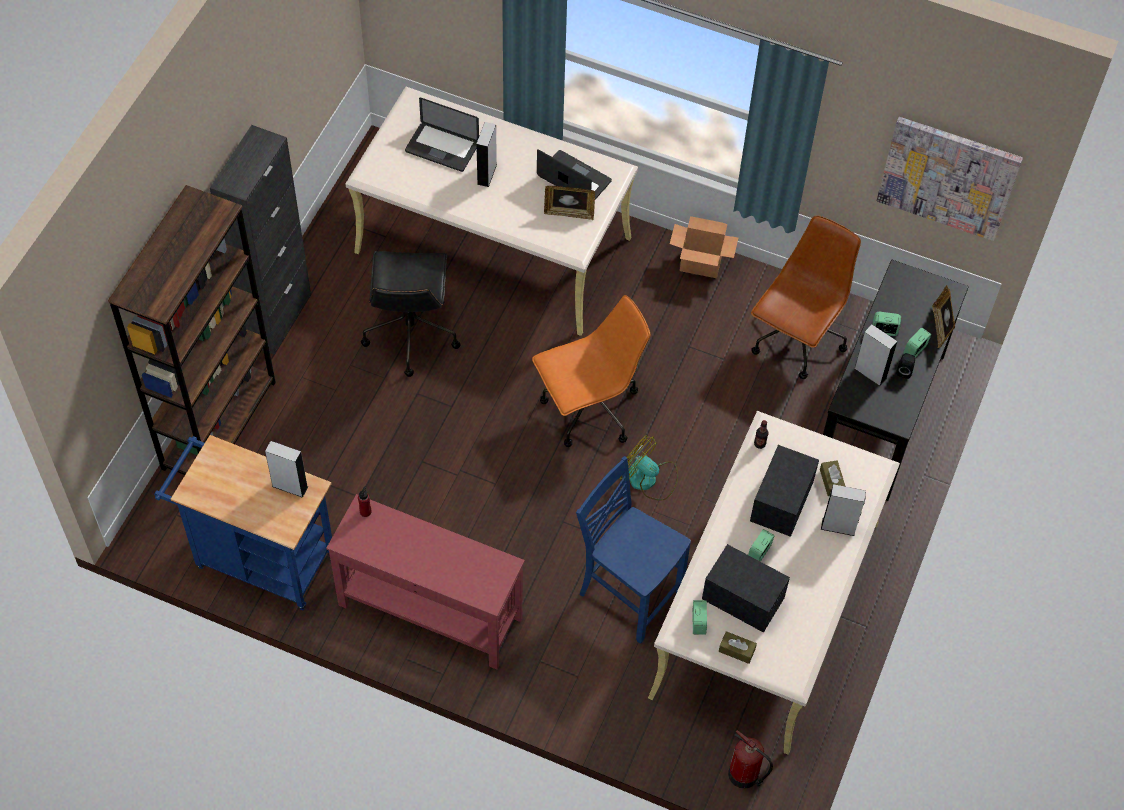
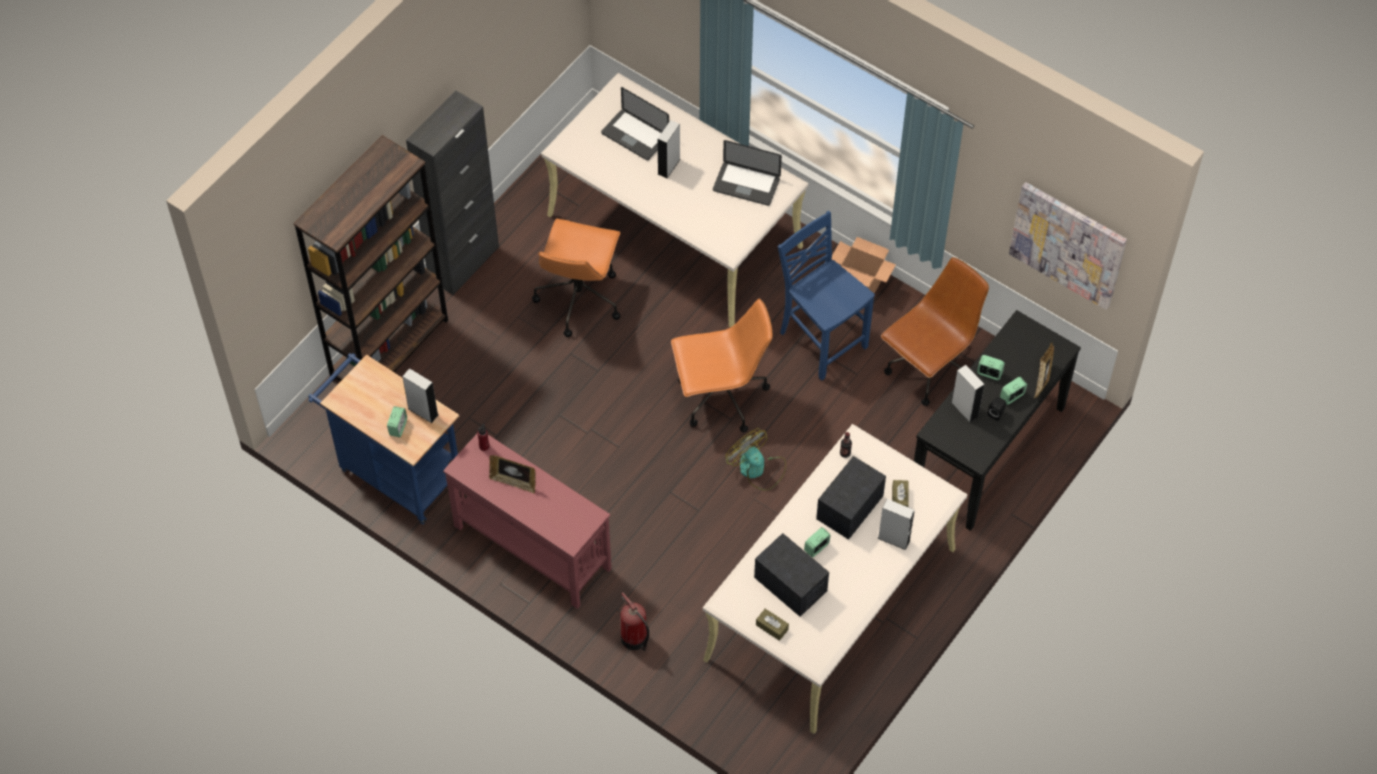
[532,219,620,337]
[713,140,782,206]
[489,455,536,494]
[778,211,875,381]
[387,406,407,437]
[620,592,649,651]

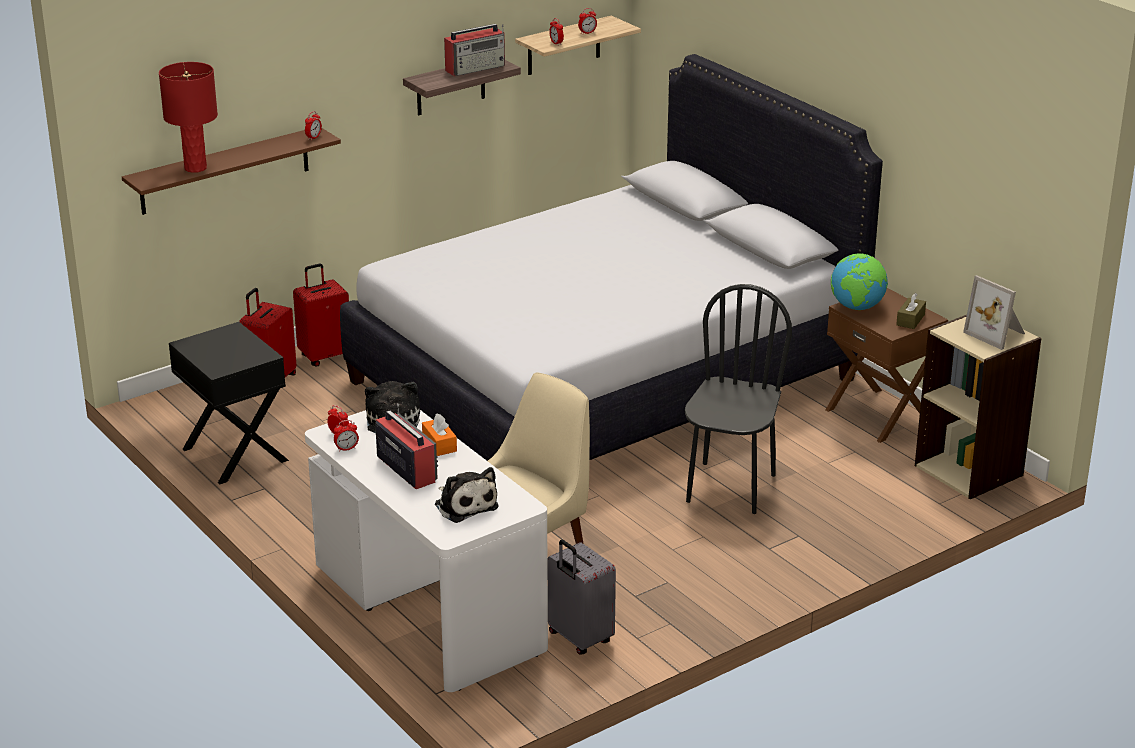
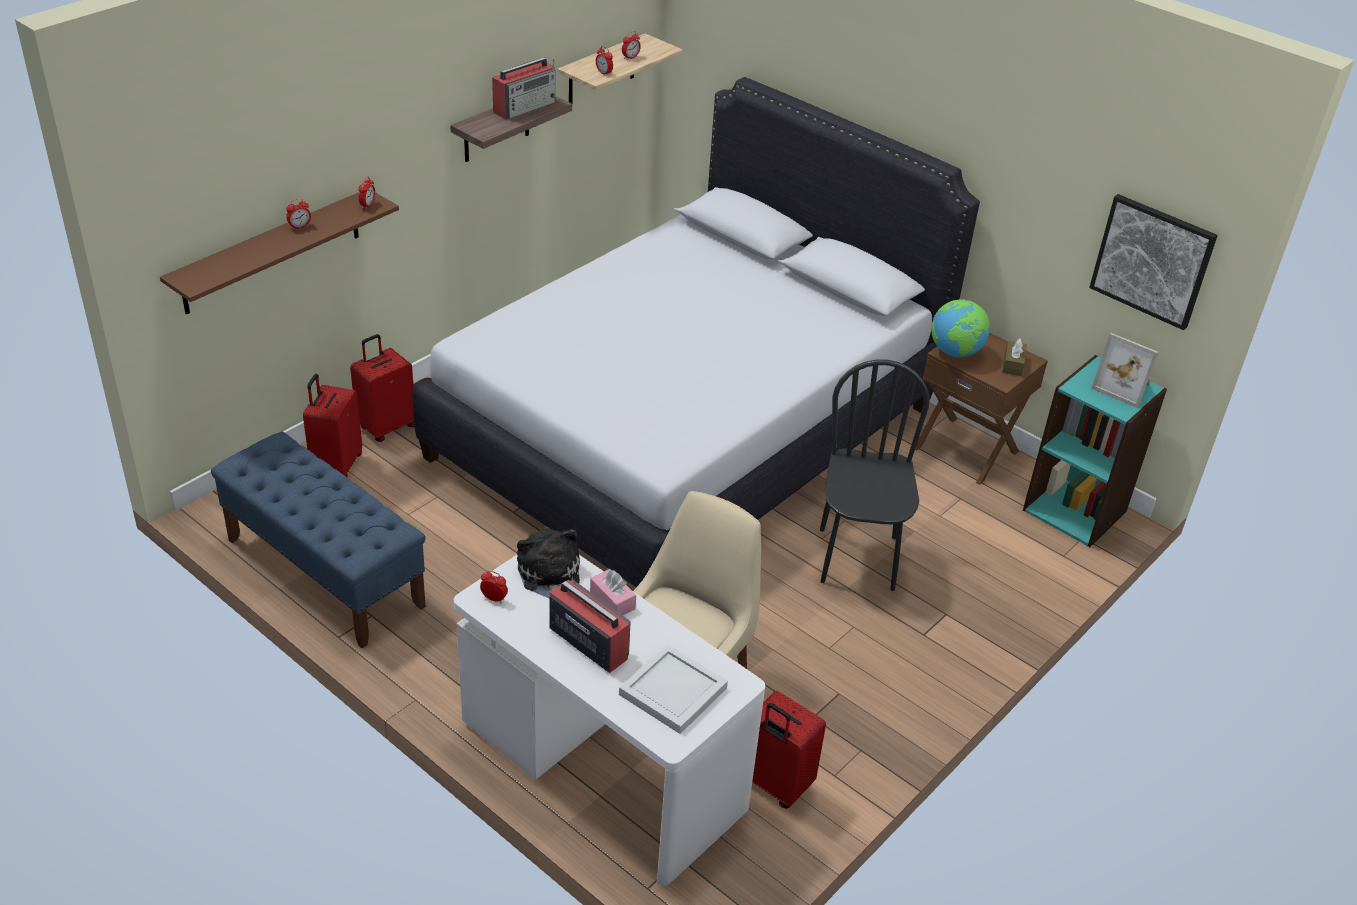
[159,62,218,173] (first image)
[211,432,426,649]
[286,198,311,230]
[590,569,636,615]
[619,644,728,734]
[752,691,826,809]
[1023,355,1167,547]
[1089,194,1218,330]

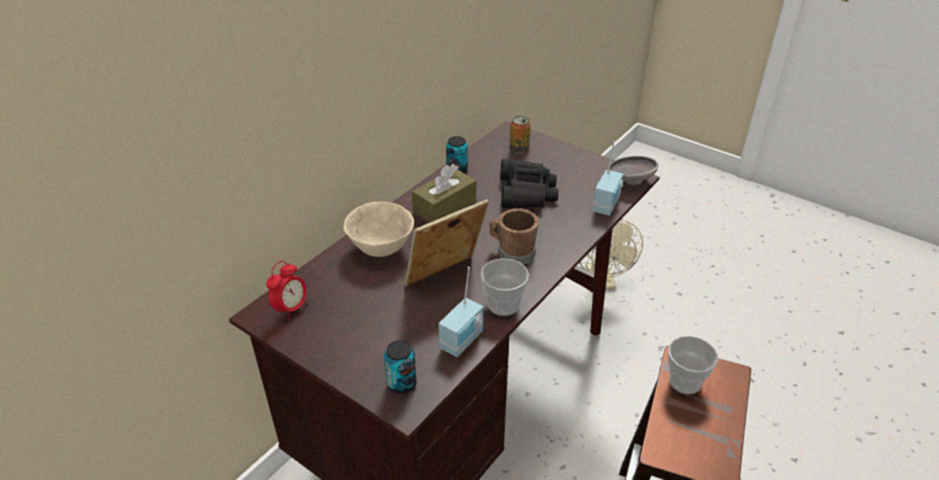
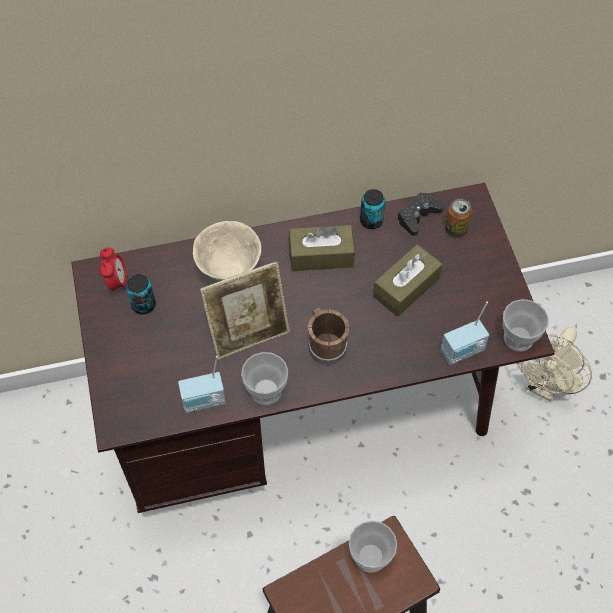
[100,247,127,292]
[126,274,156,314]
[200,261,290,360]
[373,244,442,317]
[503,299,549,351]
[397,192,444,236]

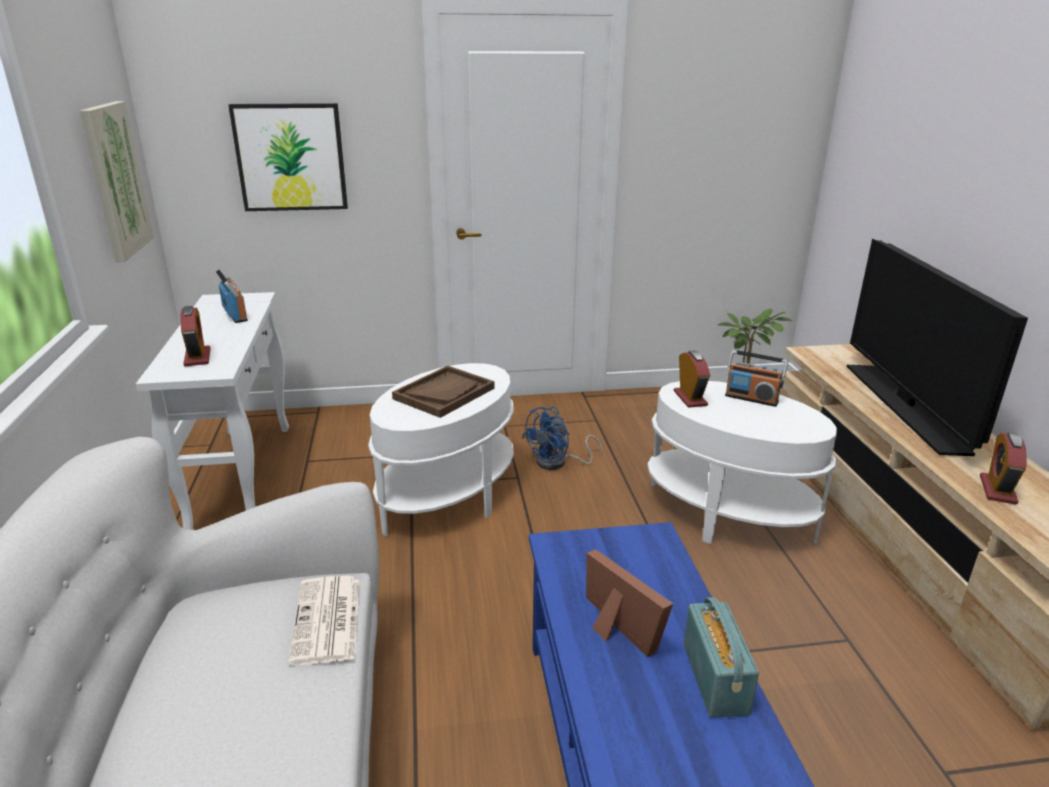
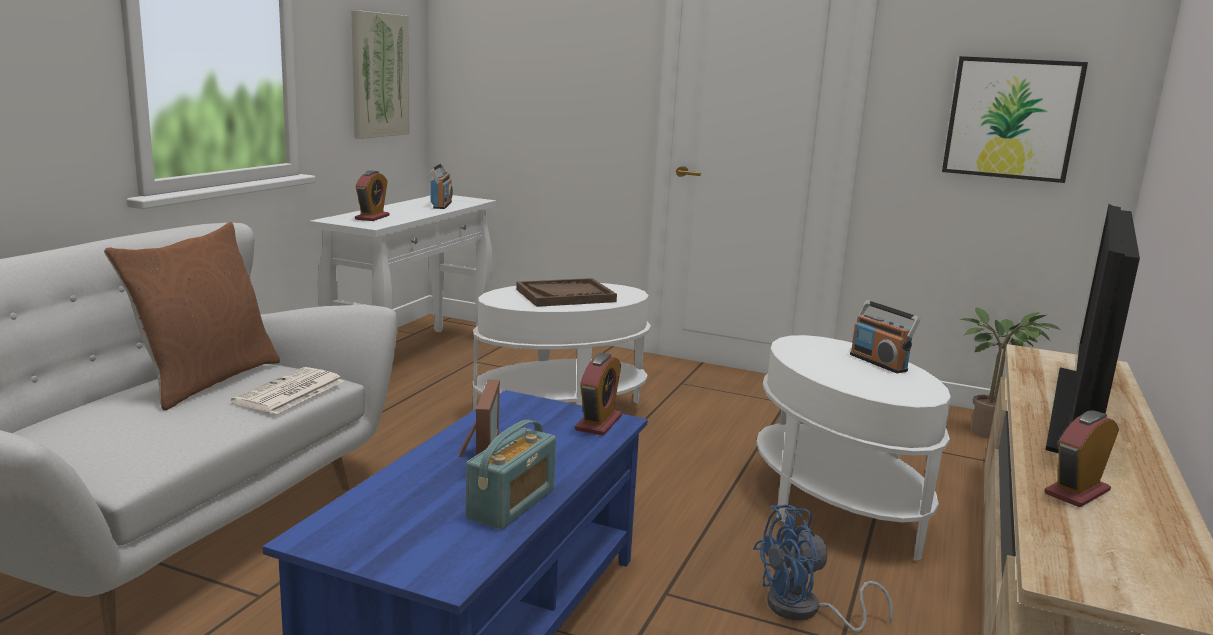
[942,56,1088,183]
[753,505,893,632]
[575,353,622,436]
[104,222,280,410]

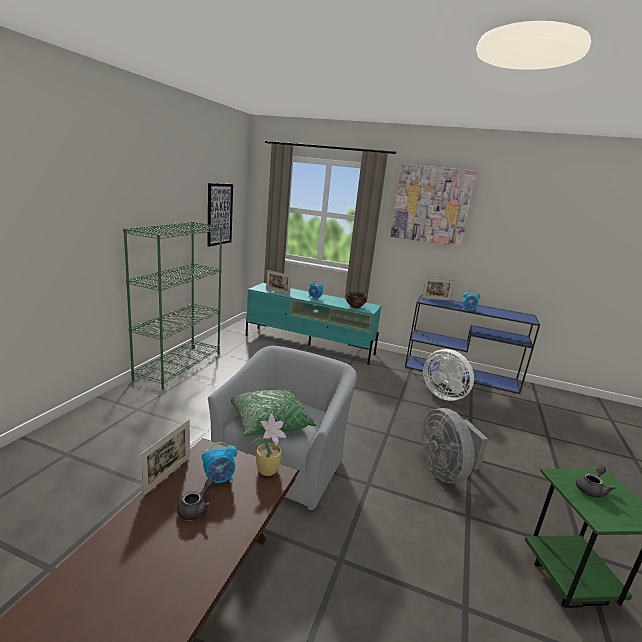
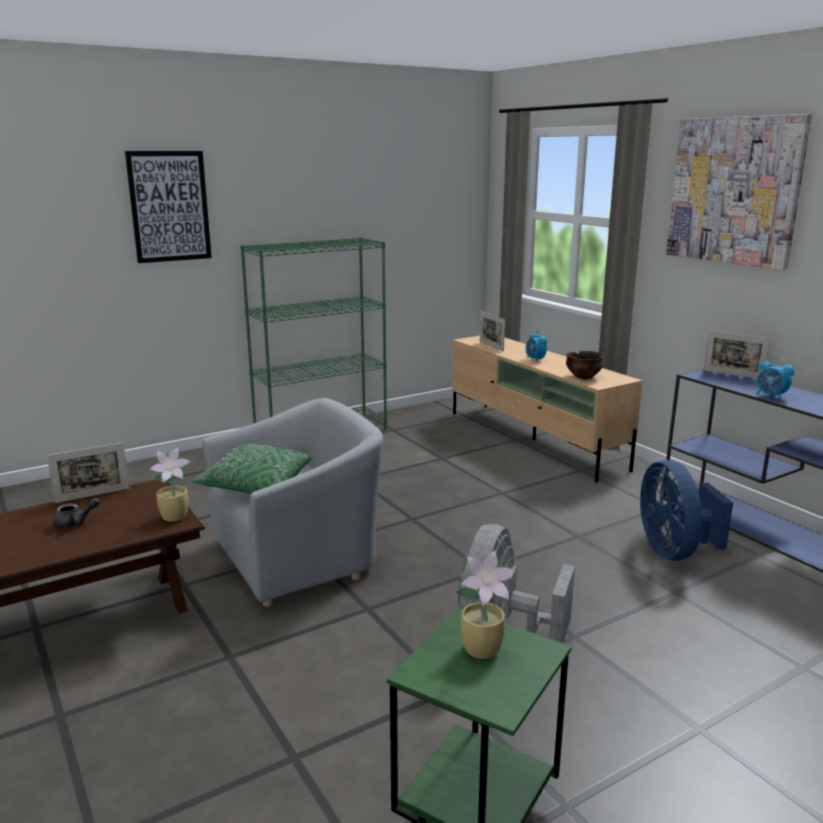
[202,442,237,483] (first image)
[125,151,212,263]
[452,336,643,482]
[640,460,733,561]
[455,551,514,659]

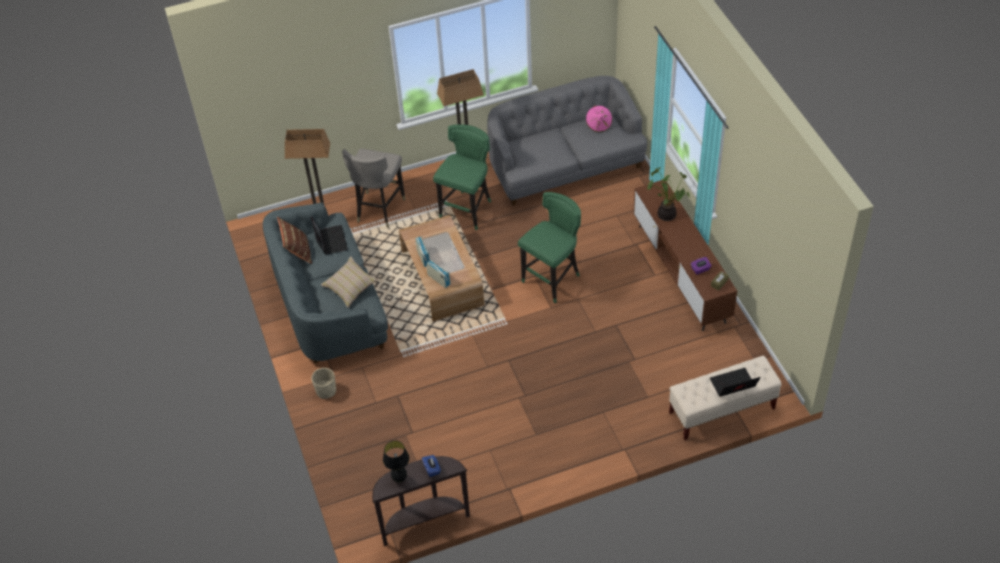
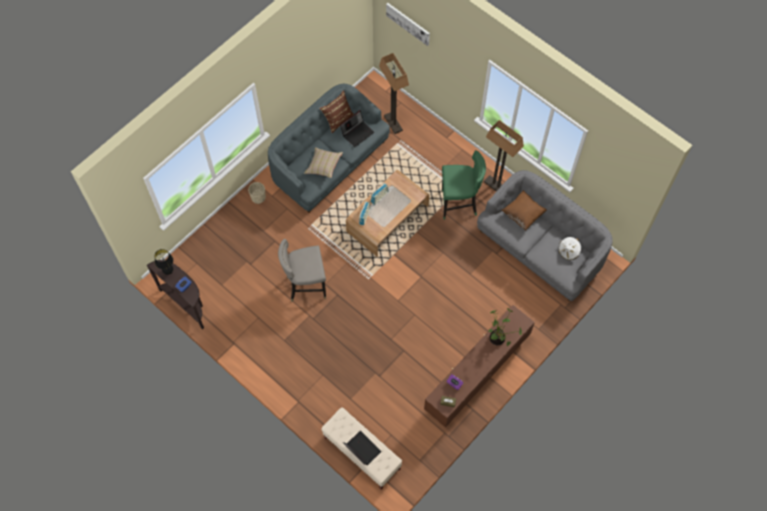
[278,239,326,302]
[518,192,581,304] (first image)
[559,237,581,260]
[386,3,430,46]
[502,190,547,230]

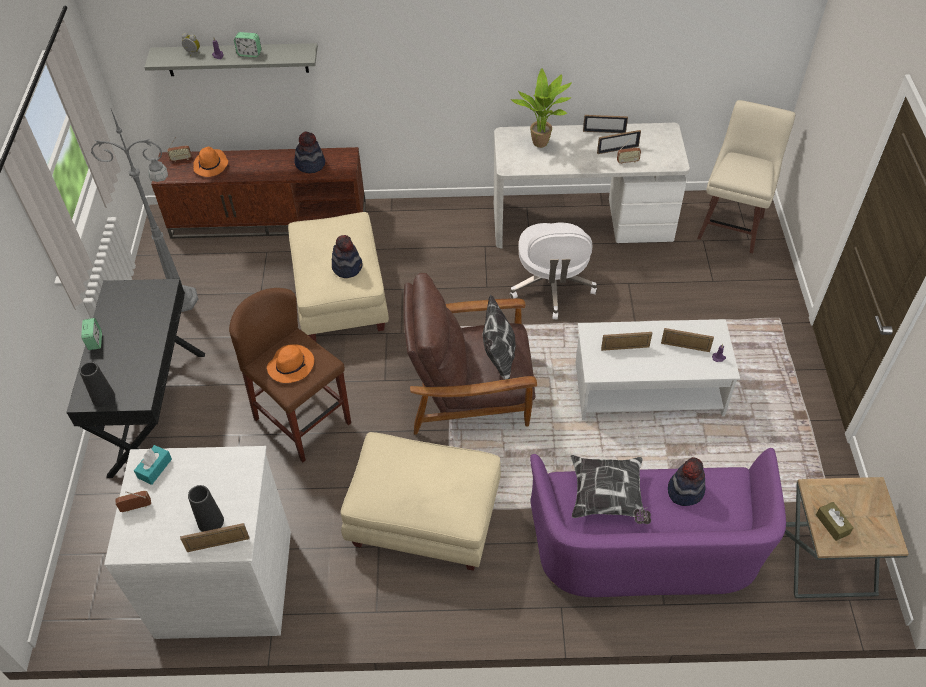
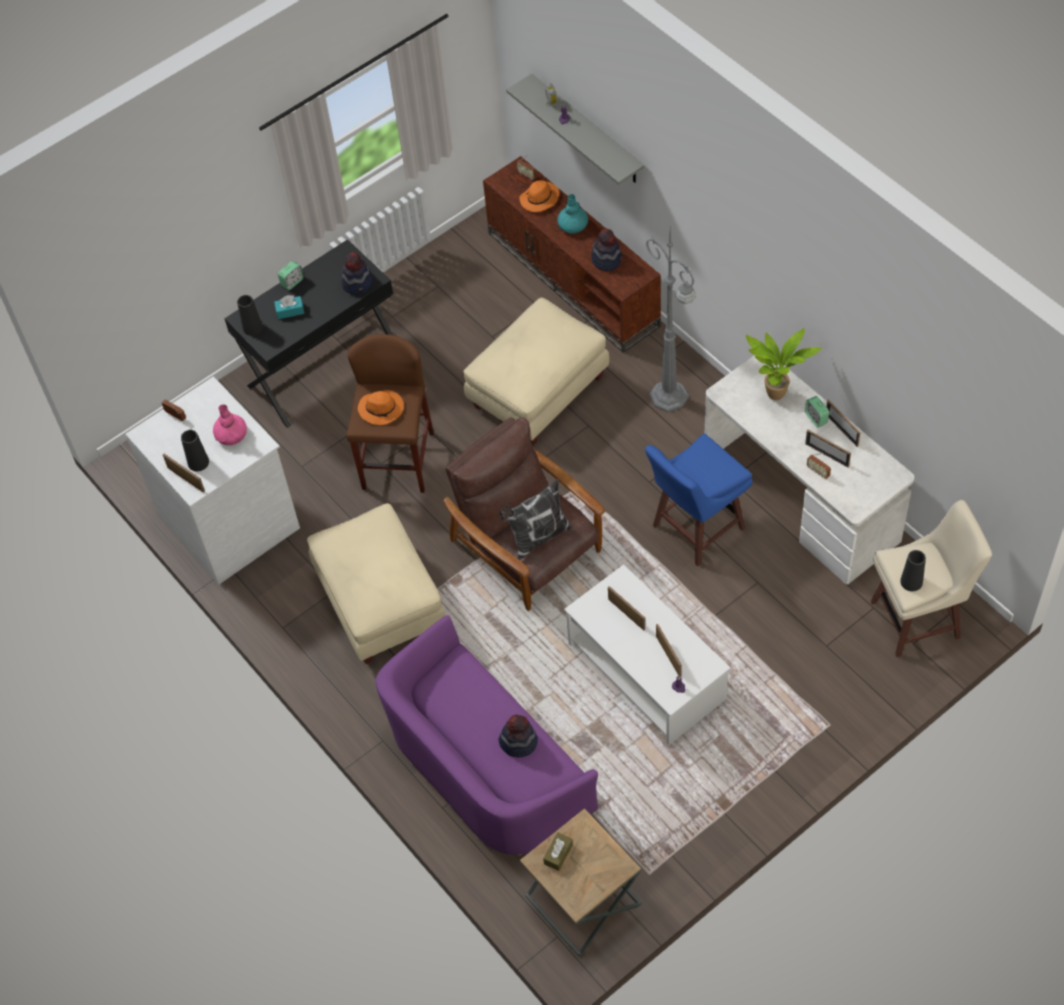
[646,228,696,412]
[274,295,304,319]
[805,396,829,428]
[342,252,373,295]
[645,434,753,566]
[571,455,651,524] (first image)
[213,404,247,445]
[557,194,588,234]
[900,550,926,591]

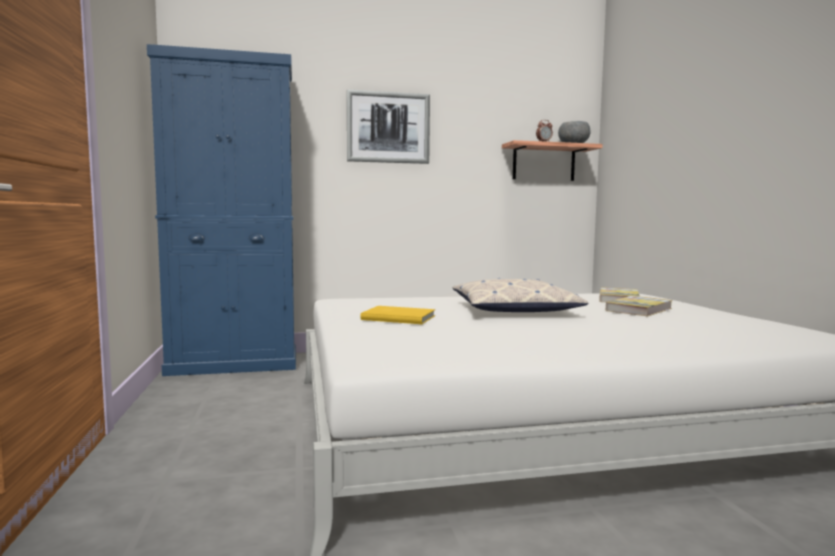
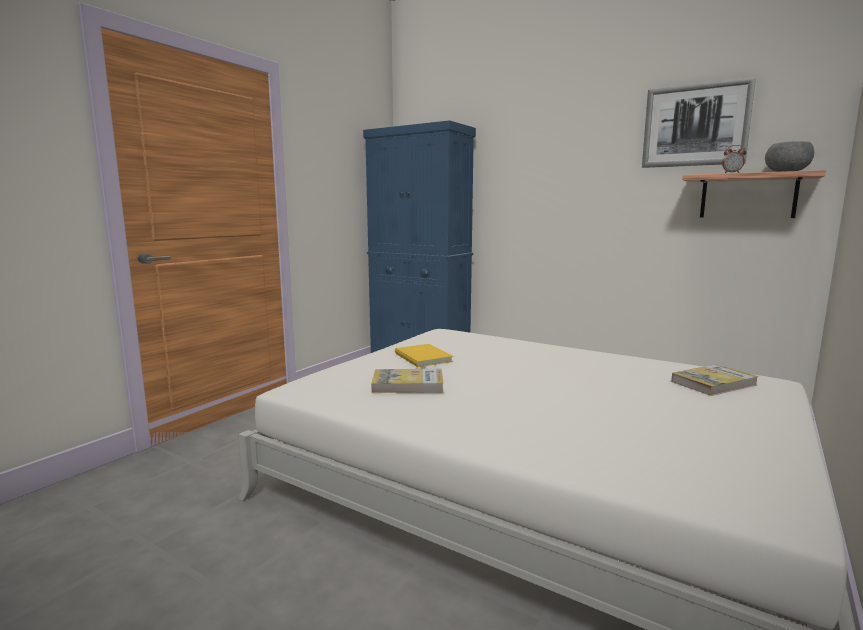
[642,77,756,168]
[453,278,589,312] (first image)
[371,369,444,393]

